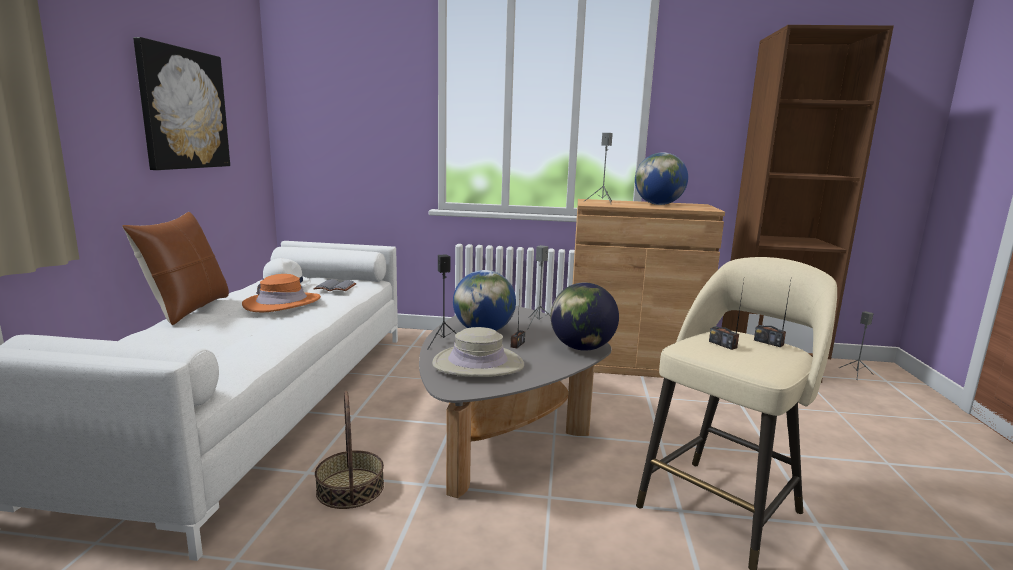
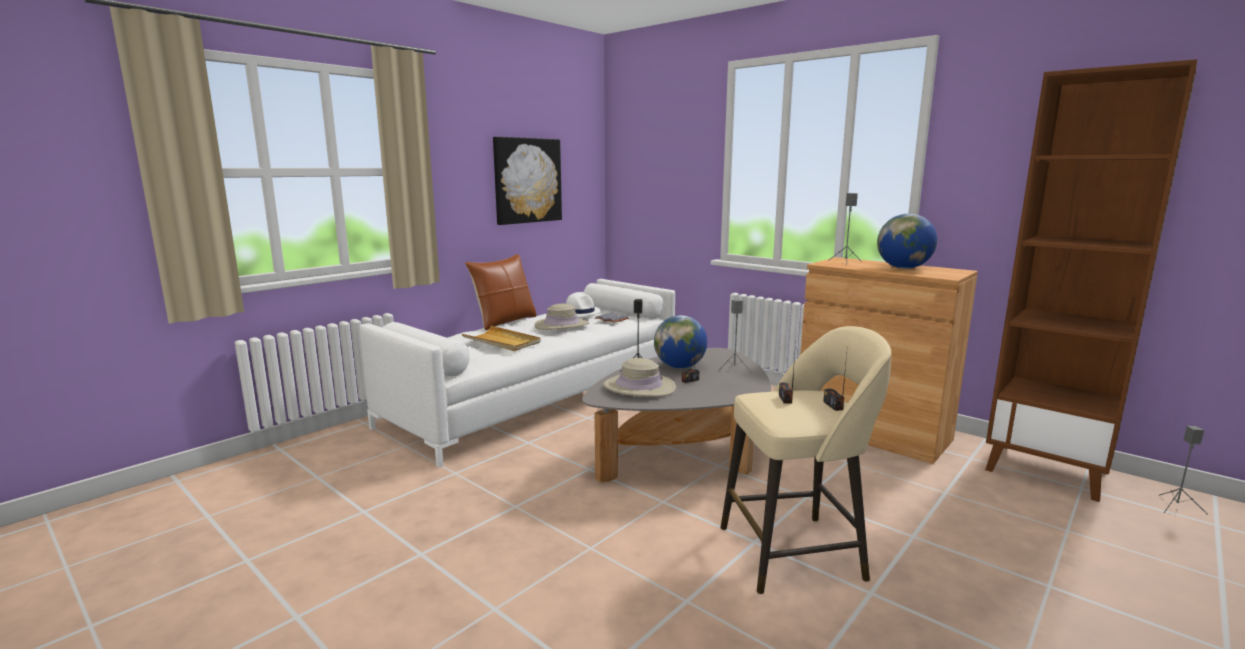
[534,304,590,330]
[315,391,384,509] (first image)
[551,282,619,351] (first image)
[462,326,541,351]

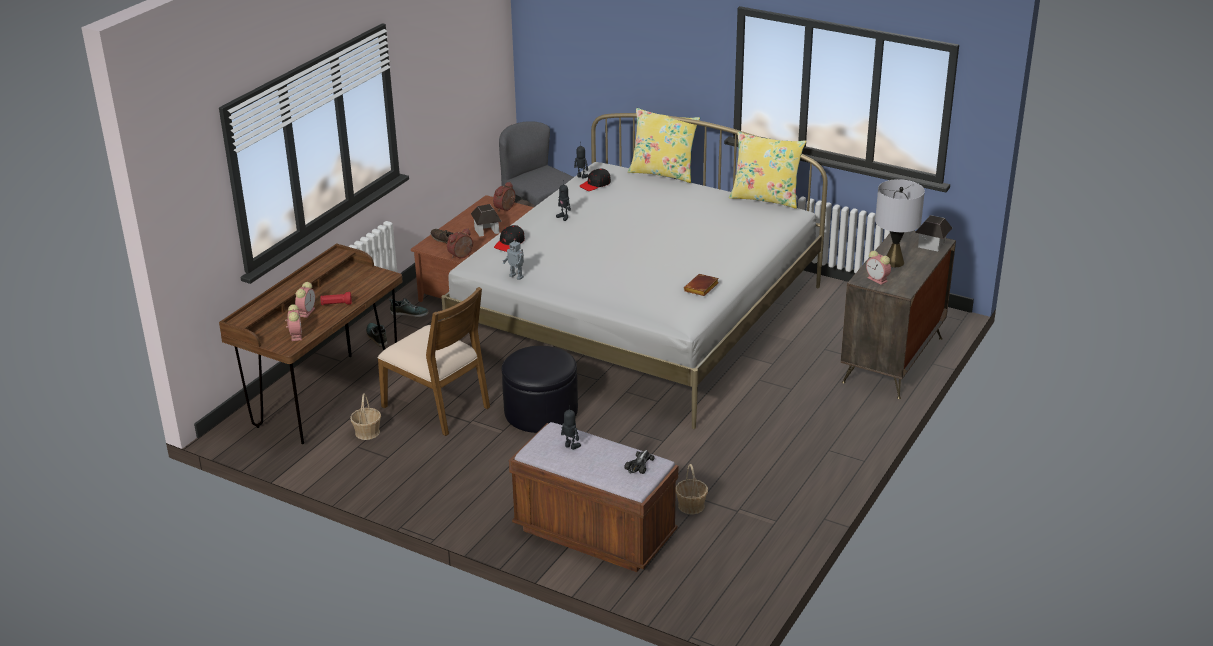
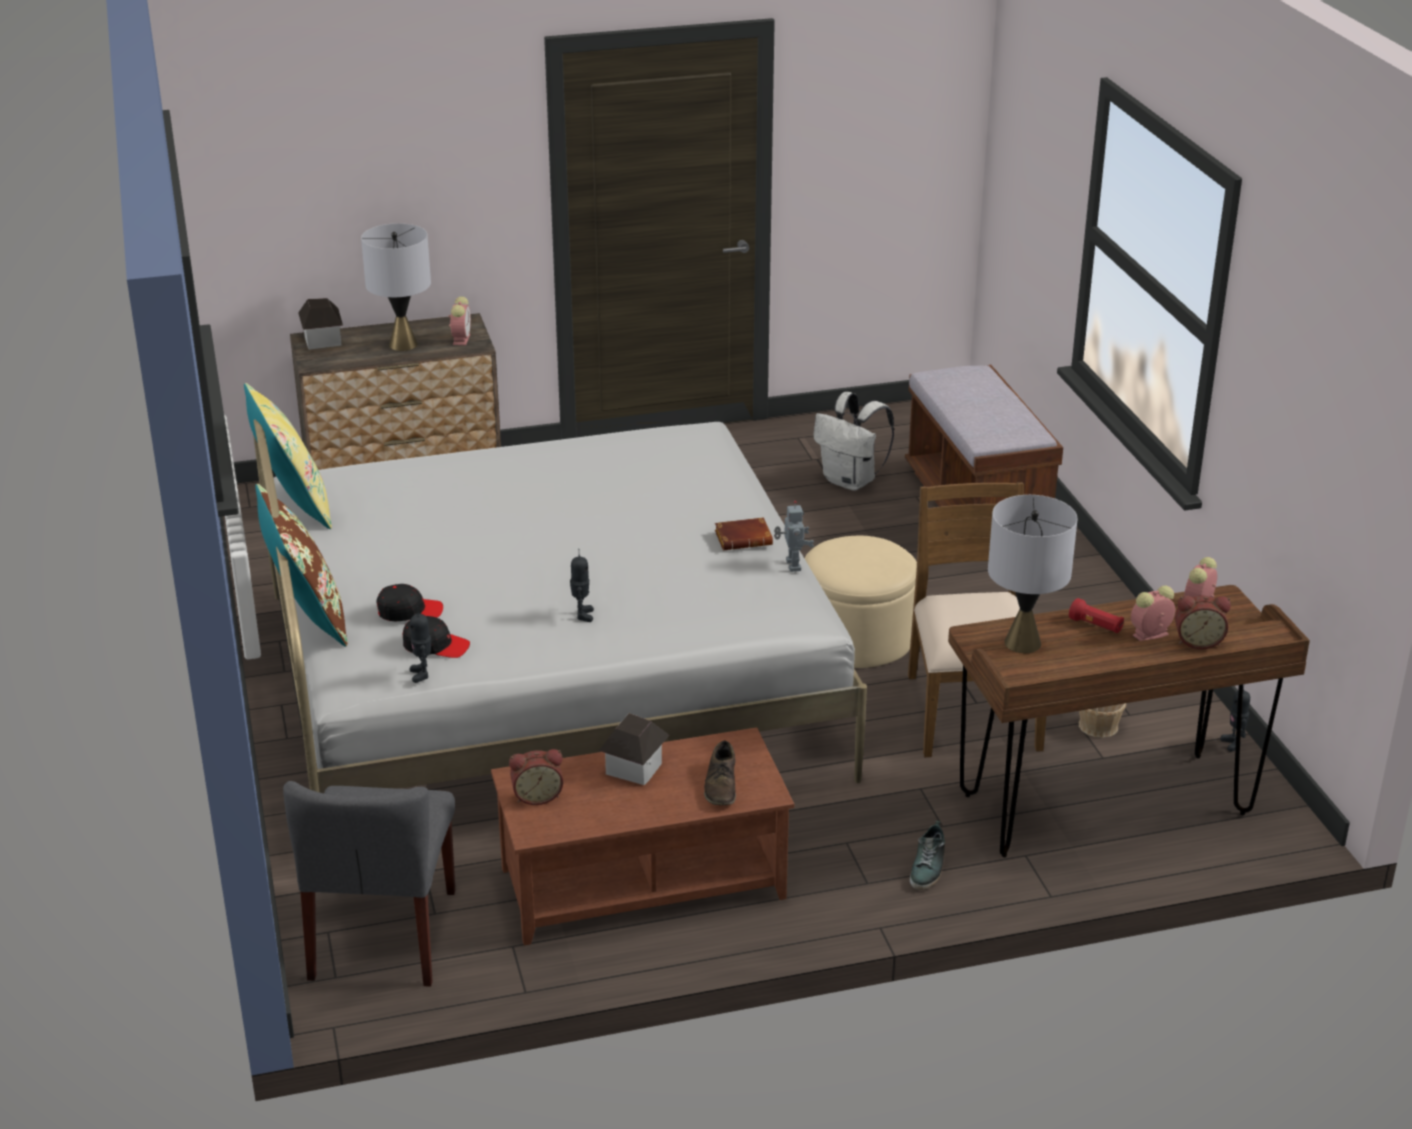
[389,298,429,317] (first image)
[1175,595,1231,649]
[376,584,443,621]
[804,536,917,668]
[1220,684,1250,752]
[624,450,655,474] (first image)
[255,484,347,647]
[813,392,894,491]
[715,517,773,550]
[988,495,1078,653]

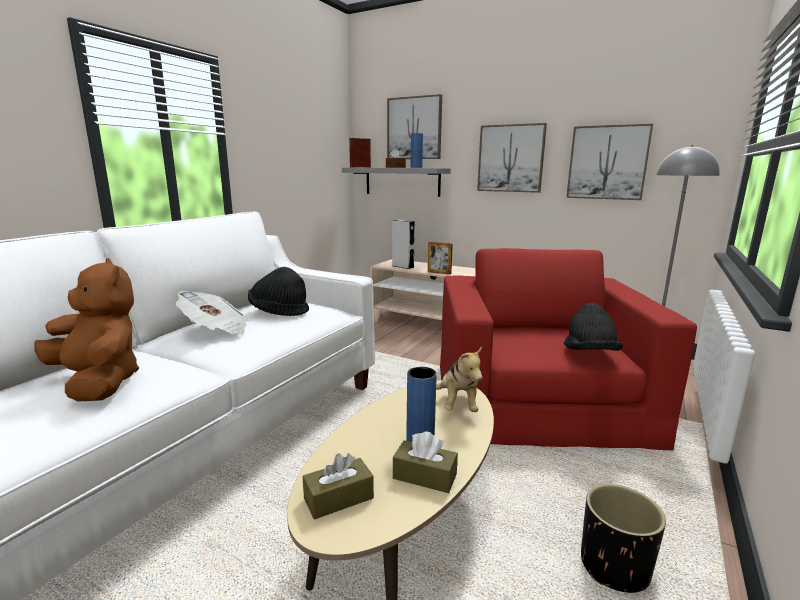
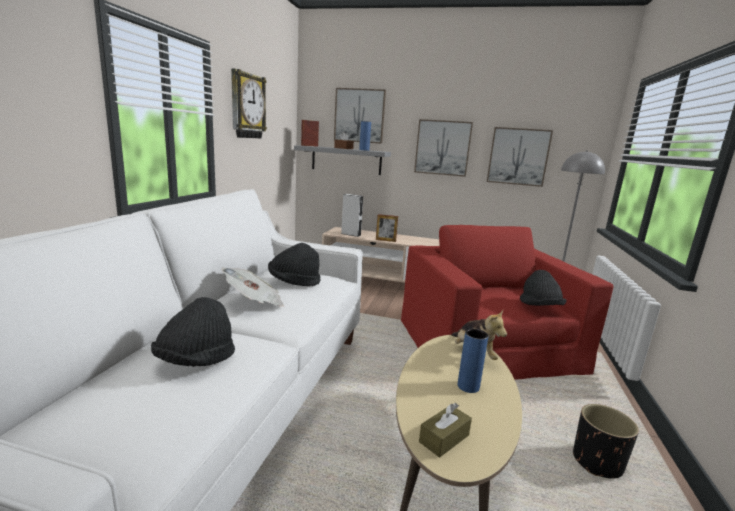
[151,297,235,367]
[393,431,458,493] (first image)
[231,69,267,138]

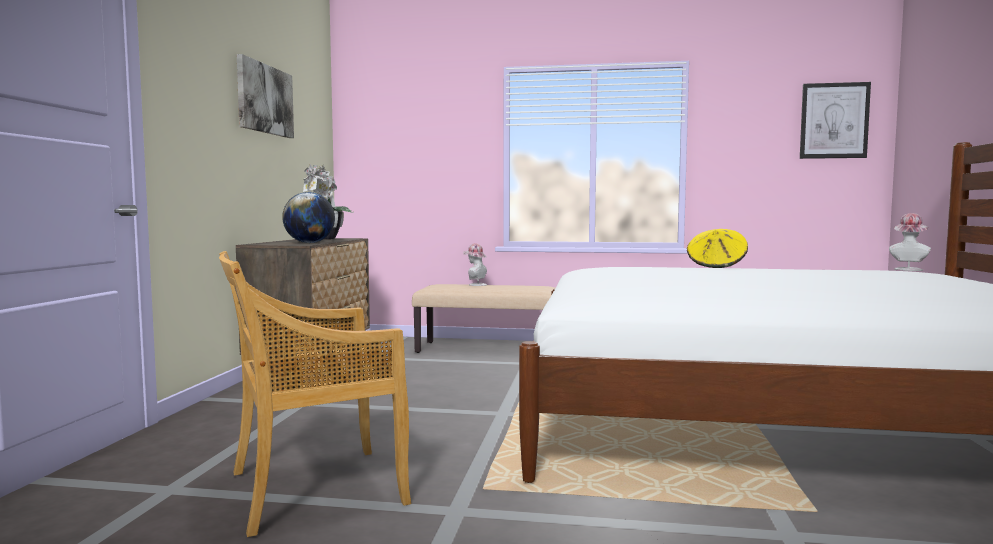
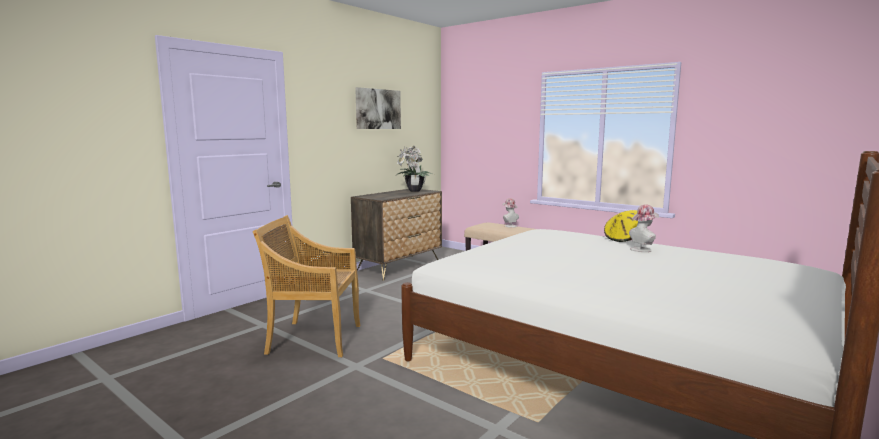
[282,192,335,243] (first image)
[800,82,871,159] (first image)
[629,204,659,252]

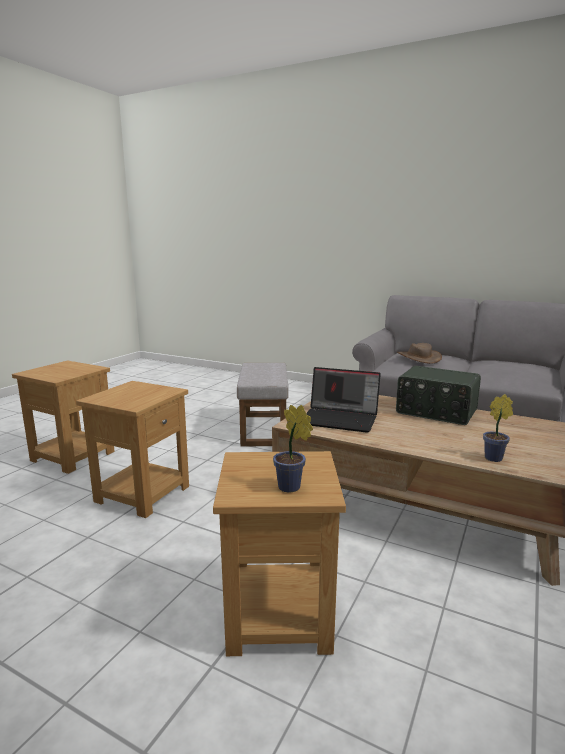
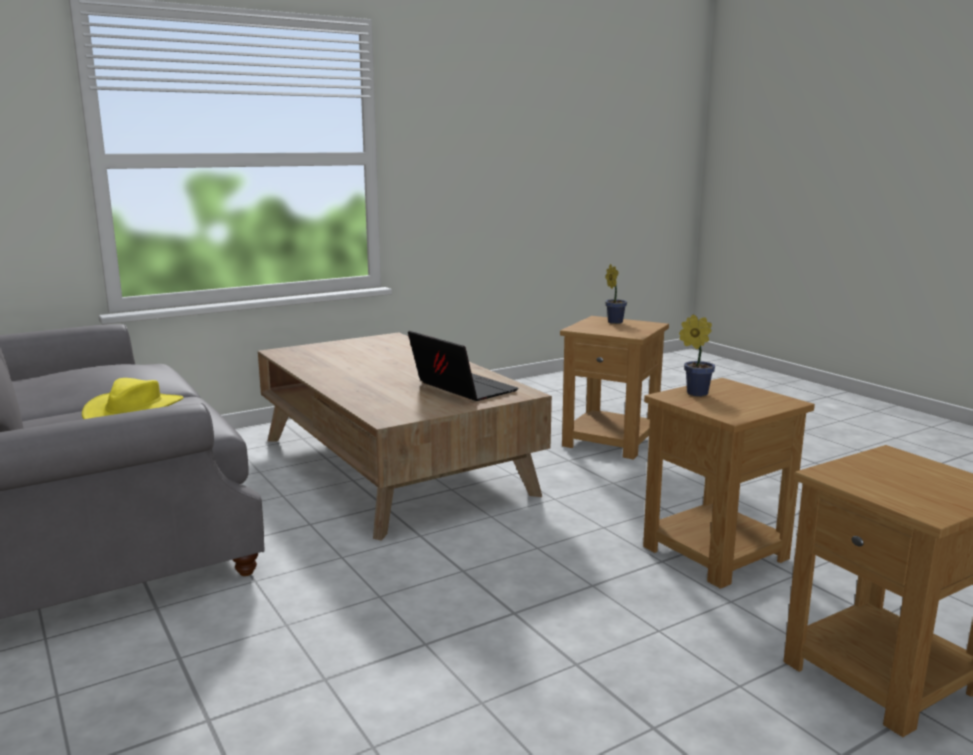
[237,363,289,447] (first image)
[396,366,481,425] (first image)
[82,378,184,419]
[679,315,715,397]

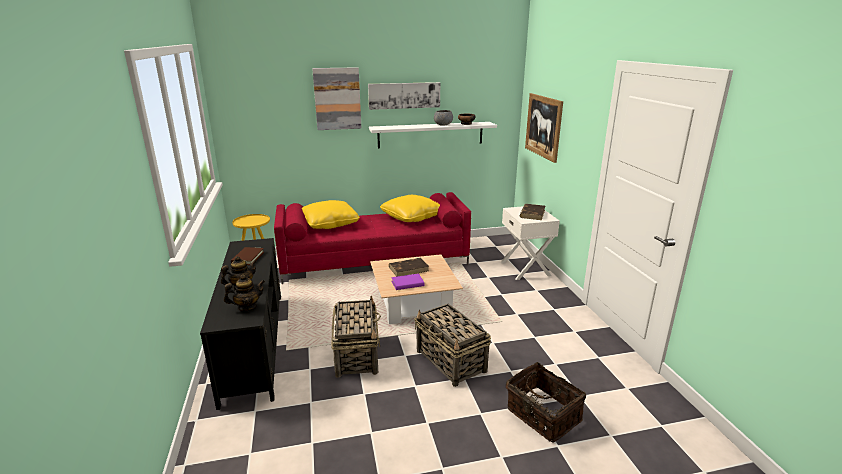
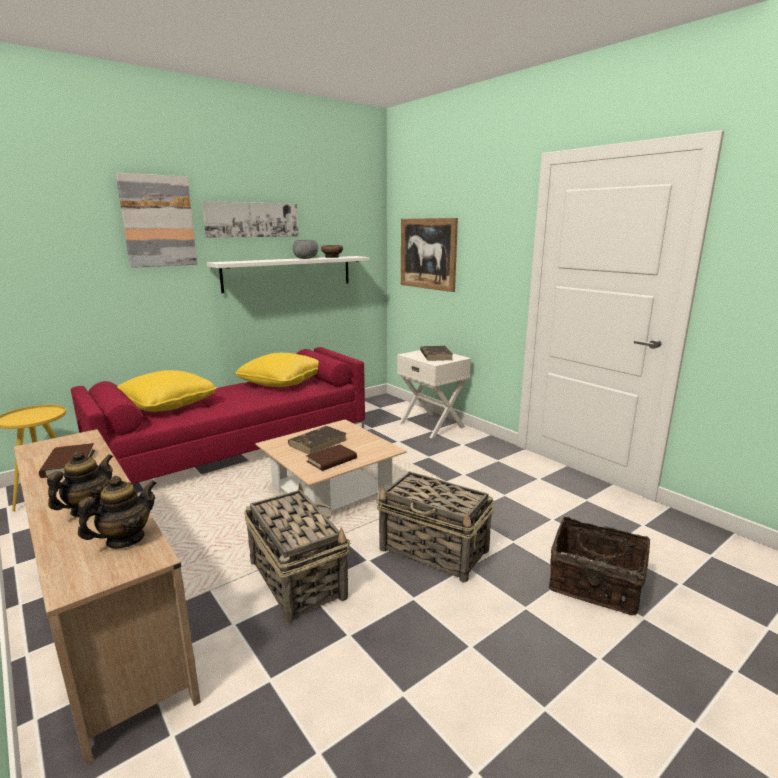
[14,429,201,766]
[306,444,357,471]

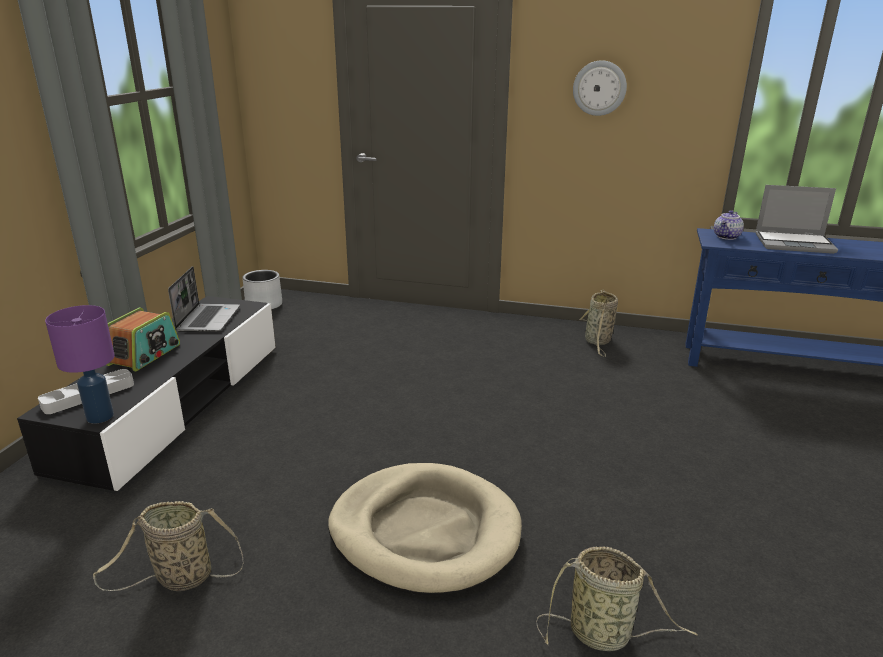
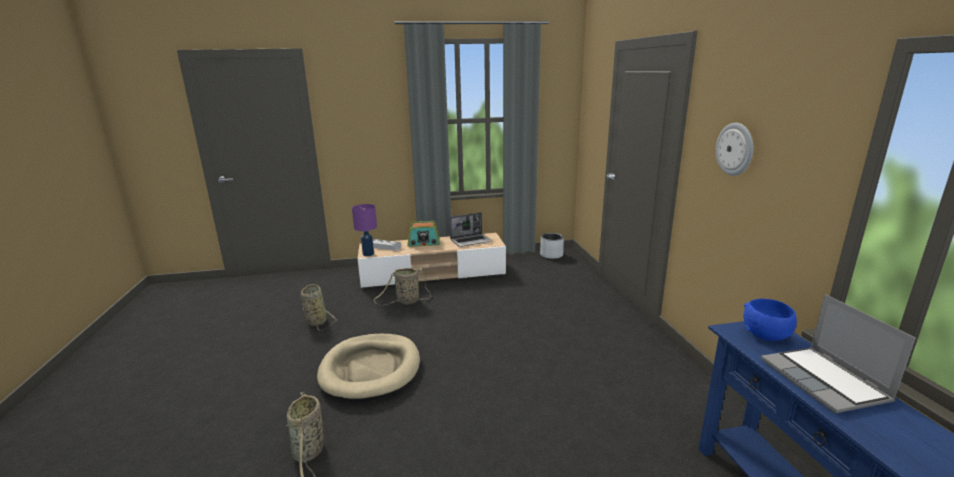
[358,233,506,289]
[374,268,430,305]
[743,299,797,341]

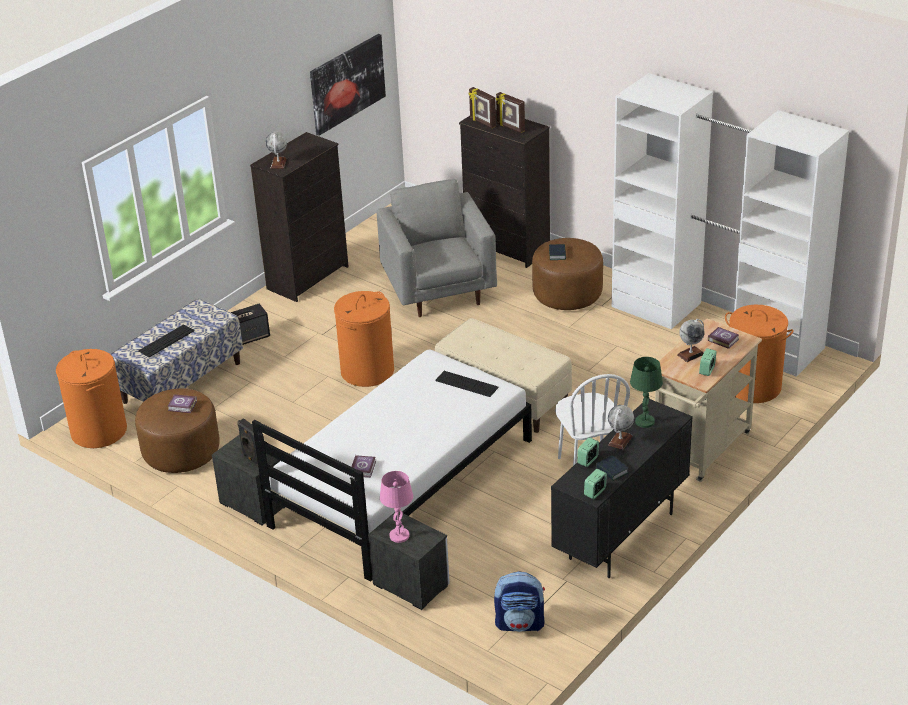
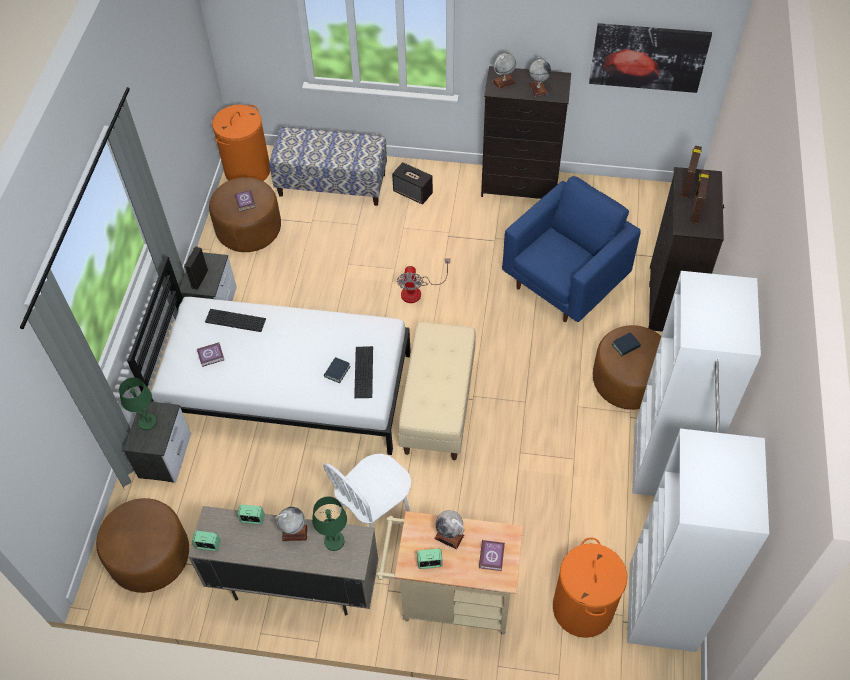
[205,309,266,332]
[397,258,450,303]
[502,176,641,322]
[119,377,157,430]
[96,498,189,593]
[188,506,379,615]
[324,357,351,383]
[529,57,551,97]

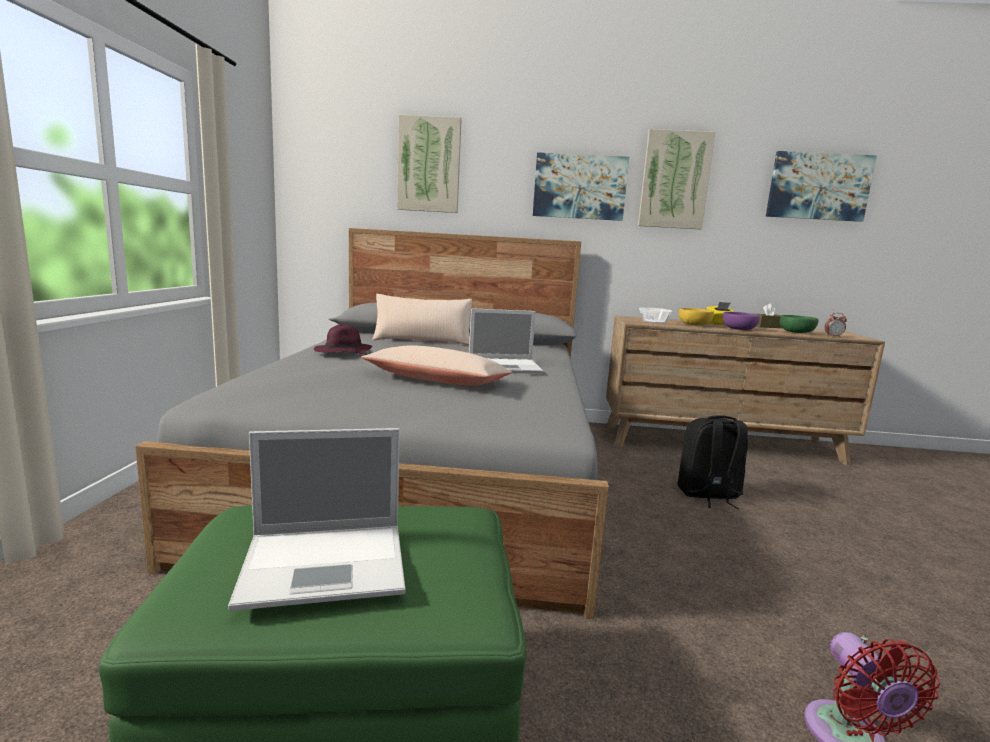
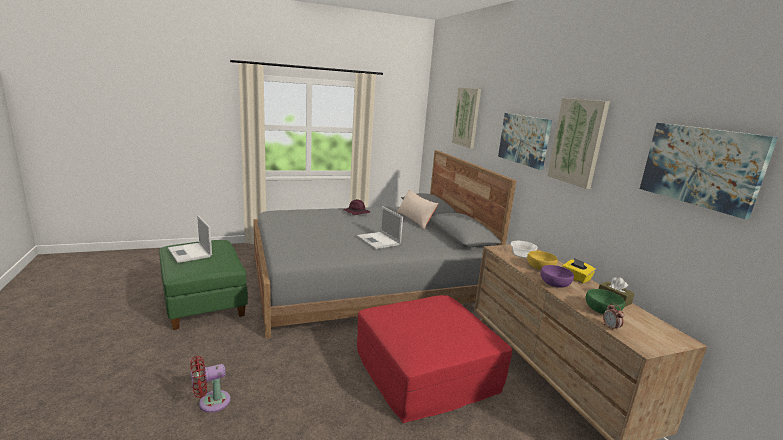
[361,345,512,386] (first image)
[357,295,512,423]

